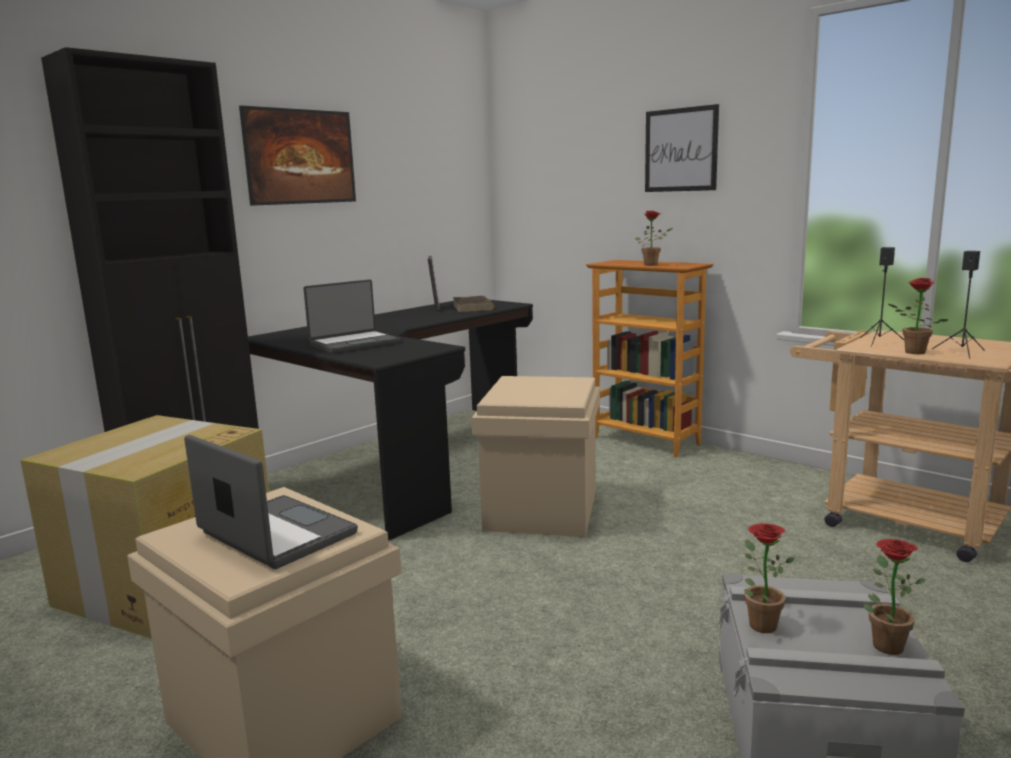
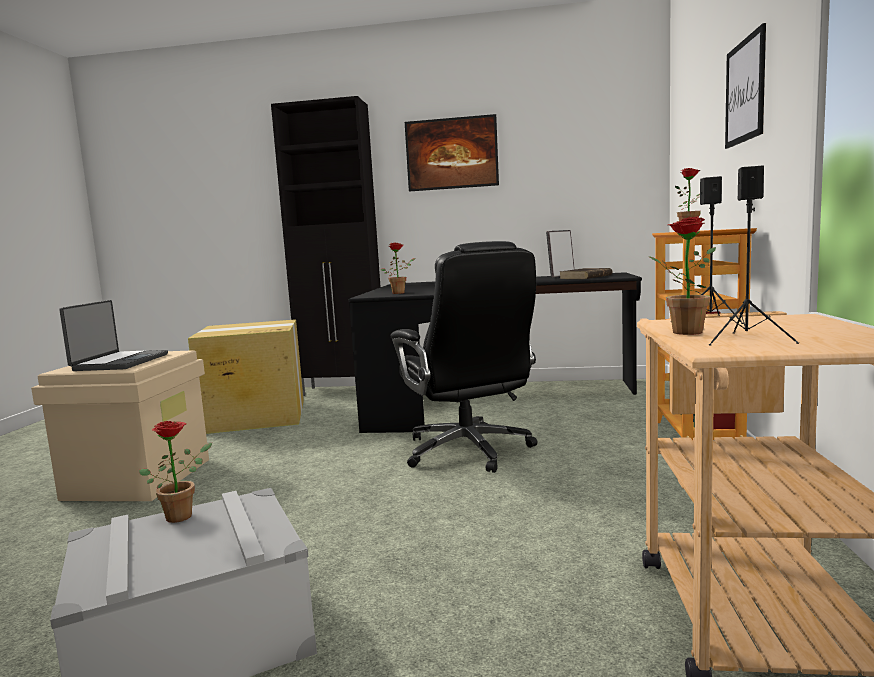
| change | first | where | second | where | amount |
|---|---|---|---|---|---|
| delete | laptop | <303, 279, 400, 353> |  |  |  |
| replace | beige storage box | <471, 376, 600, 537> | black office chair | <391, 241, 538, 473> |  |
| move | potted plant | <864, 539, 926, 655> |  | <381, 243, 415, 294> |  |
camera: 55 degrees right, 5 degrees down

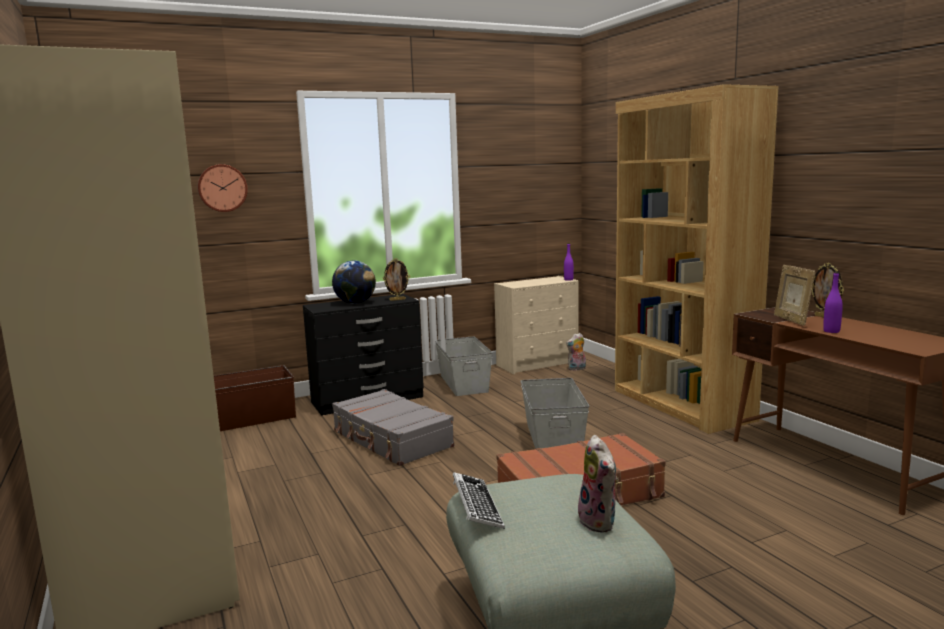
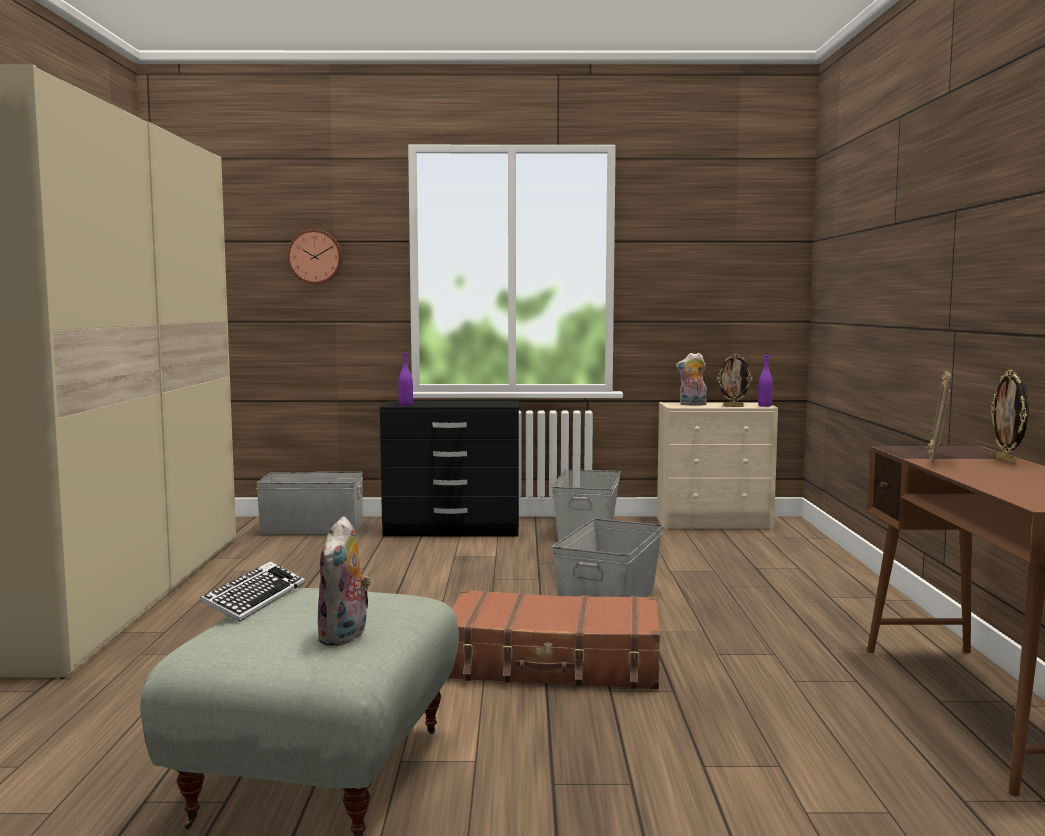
| change | first | where | second | where | amount |
|---|---|---|---|---|---|
| recolor | brown storage box | <214, 365, 296, 431> | grey storage box | <256, 472, 363, 534> |  |
| delete | globe | <332, 261, 376, 304> |  |  |  |
| delete | grey suitcase | <332, 389, 454, 466> |  |  |  |
| move | picture frame | <383, 258, 410, 301> |  | <717, 354, 752, 407> |  |
| move | plush toy | <566, 333, 586, 371> |  | <676, 353, 707, 405> |  |
| delete | brown bookcase | <615, 84, 779, 434> |  |  |  |
| move | purple bottle | <823, 272, 843, 333> |  | <398, 350, 413, 406> |  |
camera: 25 degrees right, 5 degrees down

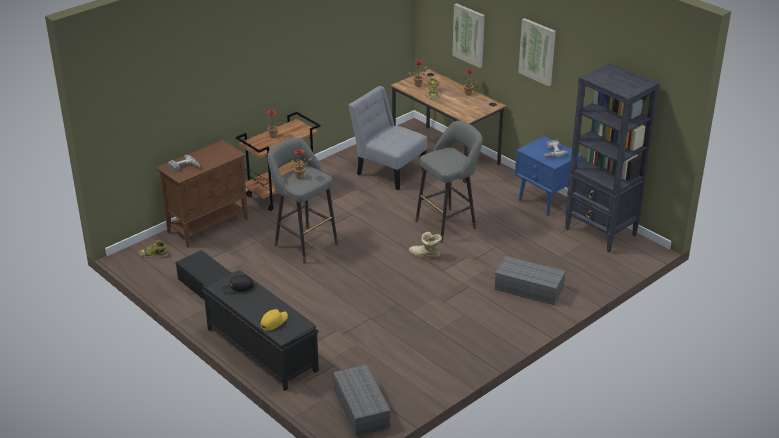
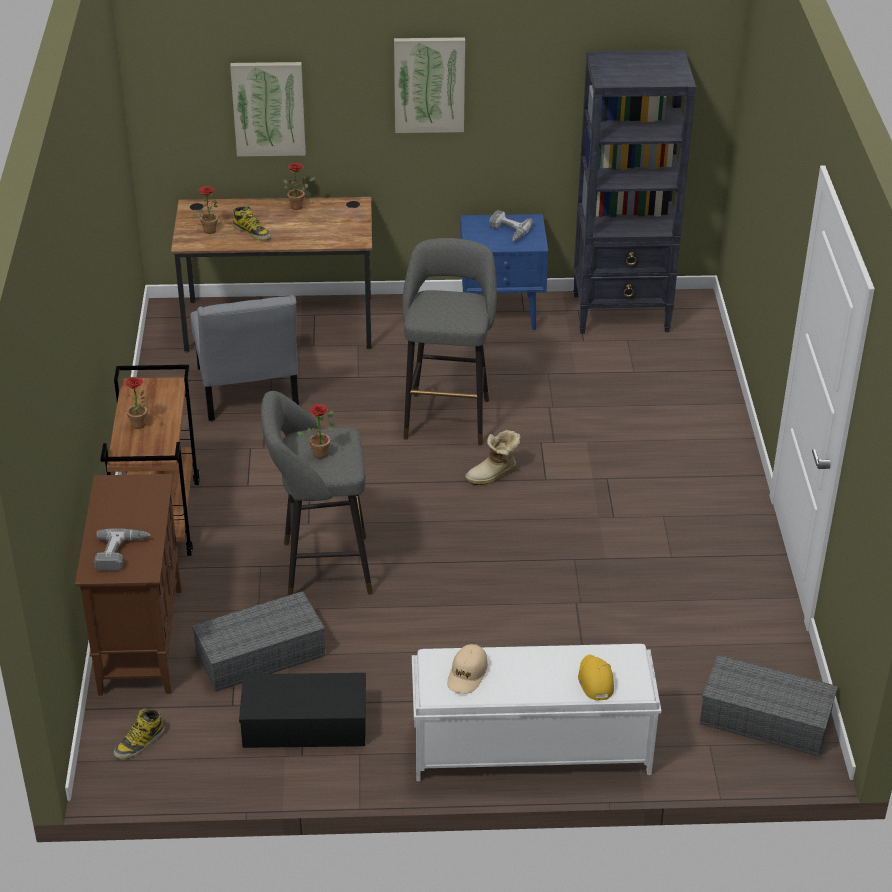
| change | first | where | second | where | amount |
|---|---|---|---|---|---|
| recolor | black bench | <202, 270, 319, 391> | white bench | <412, 644, 661, 781> |  |
| recolor | black cap | <222, 275, 254, 295> | beige cap | <447, 644, 488, 694> |  |
| rotate | grey chair | <348, 86, 427, 190> |  | <190, 295, 299, 421> | 90 degrees counterclockwise |
| move | grey storage box | <495, 256, 566, 305> |  | <192, 591, 325, 692> |  |
camera: 50 degrees left, 5 degrees up

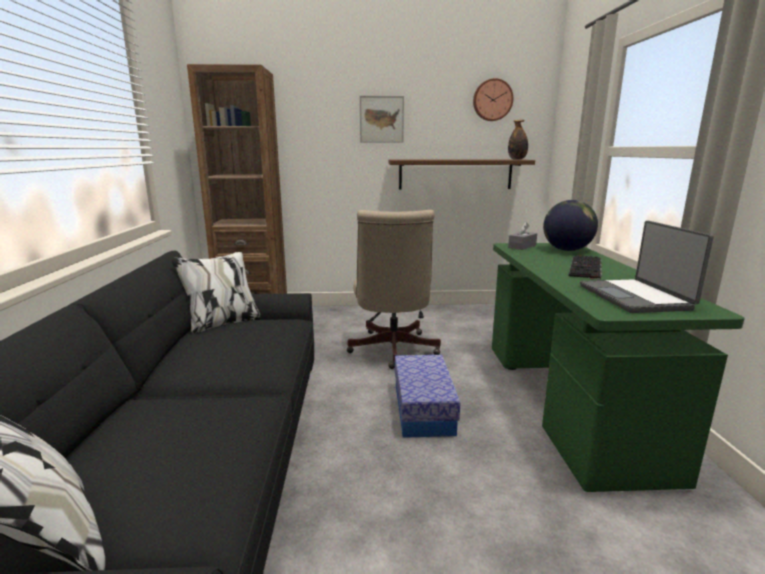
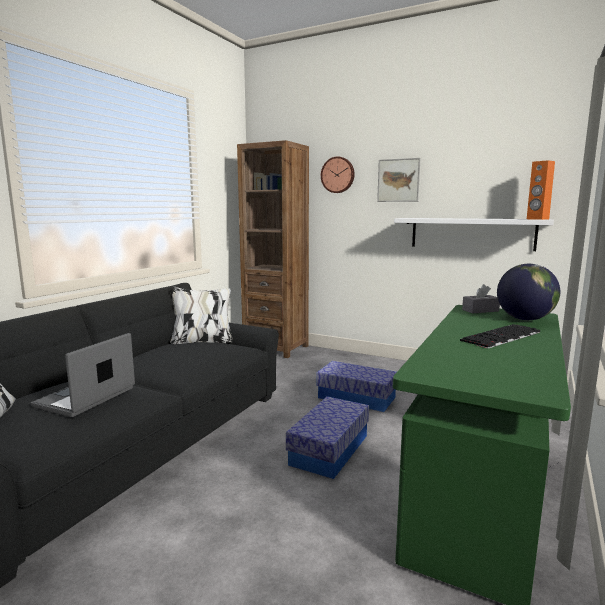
| change | first | where | second | where | amount |
|---|---|---|---|---|---|
| replace | beige office chair | <347, 210, 441, 369> | storage box | <316, 361, 397, 412> |  |
| recolor | brown shelf | <388, 159, 535, 189> | white shelf | <394, 218, 554, 251> |  |
| move | wall clock | <473, 78, 513, 121> |  | <321, 157, 355, 193> |  |
| replace | bottle | <508, 120, 528, 160> | orange speaker | <527, 160, 555, 220> |  |
| move | laptop | <580, 221, 714, 313> |  | <31, 333, 135, 417> |  |
camera: 30 degrees right, 5 degrees down

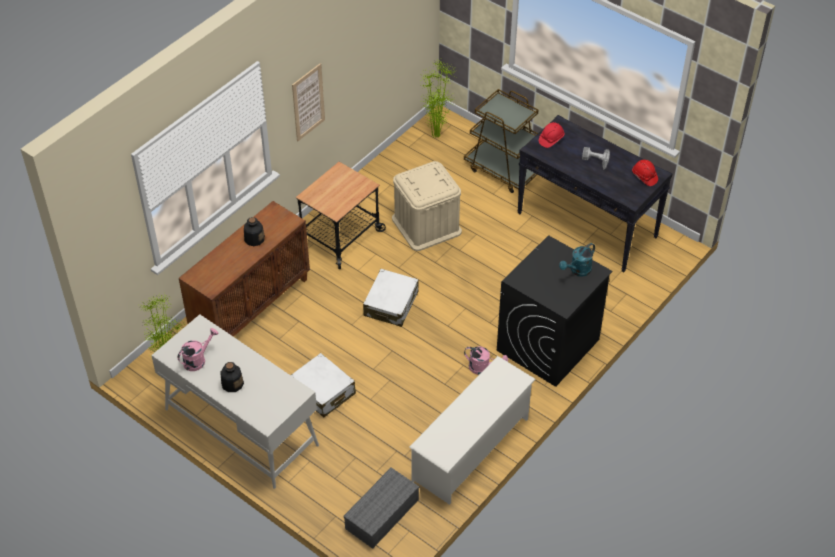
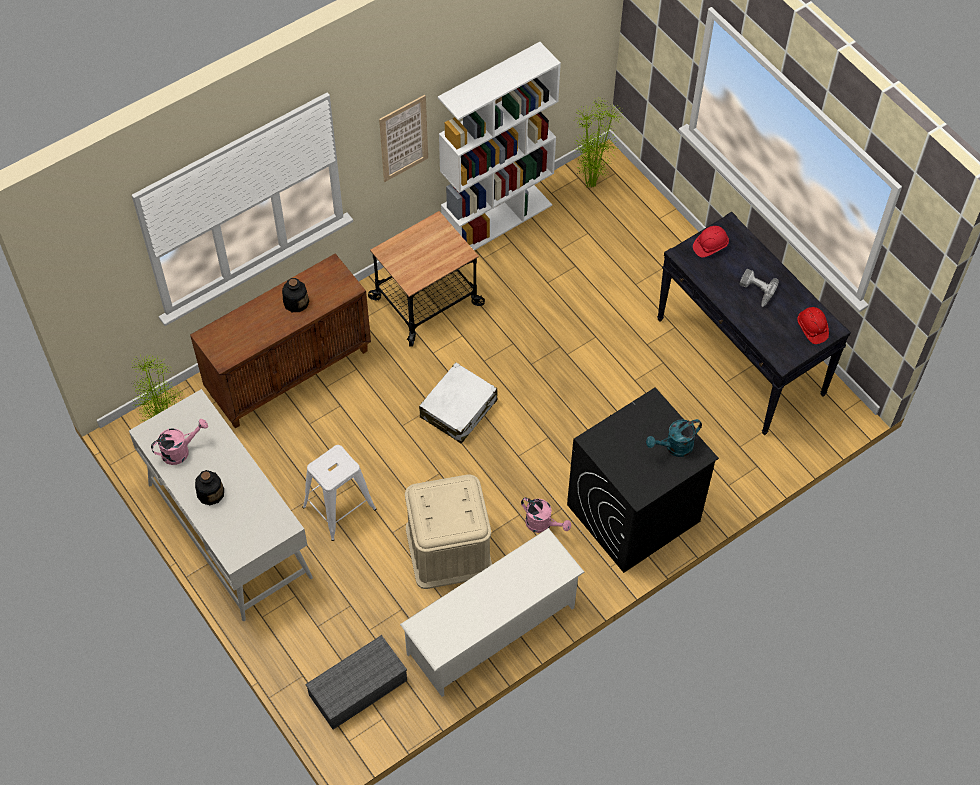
| change | first | where | second | where | amount |
|---|---|---|---|---|---|
| replace | white suitcase | <291, 353, 356, 417> | white stool | <302, 445, 376, 541> |  |
| move | beige storage box | <392, 161, 462, 251> |  | <405, 474, 492, 589> |  |
| delete | brown cart | <464, 89, 538, 193> |  |  |  |
| insert |  |  | white bookcase | <438, 42, 561, 250> |  |
camera: 15 degrees right, 10 degrees up

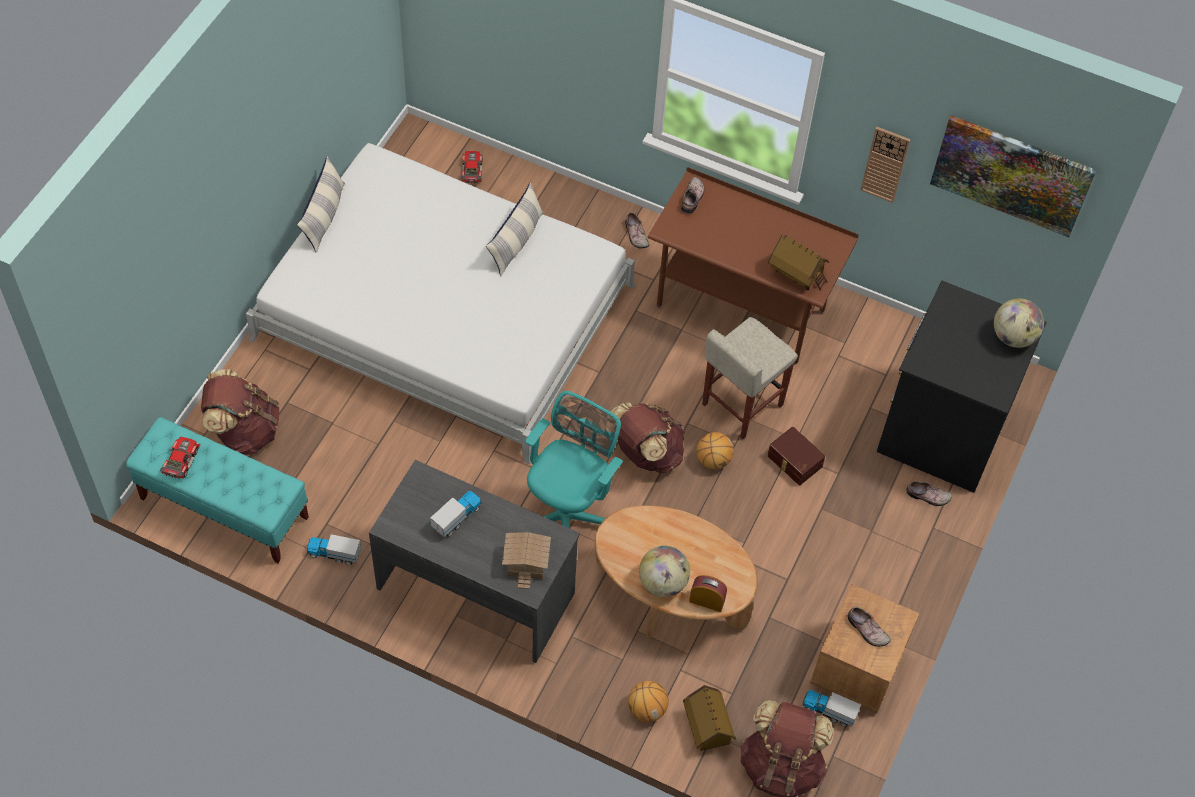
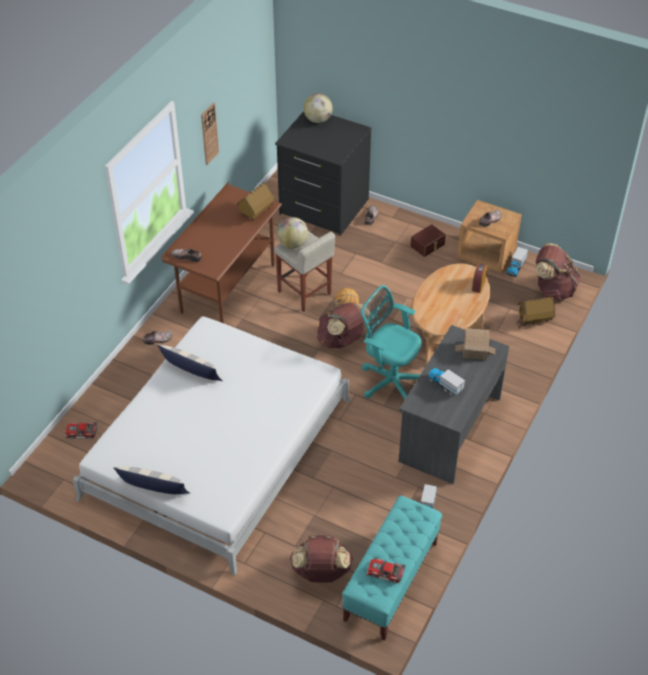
| change | first | where | second | where | amount |
|---|---|---|---|---|---|
| delete | basketball | <628, 681, 669, 722> |  |  |  |
| move | globe | <639, 546, 690, 597> |  | <277, 217, 308, 248> |  |
| move | brown storage box | <767, 427, 825, 485> |  | <411, 224, 446, 257> |  |
| delete | picture | <930, 115, 1096, 237> |  |  |  |
camera: 85 degrees left, 10 degrees down

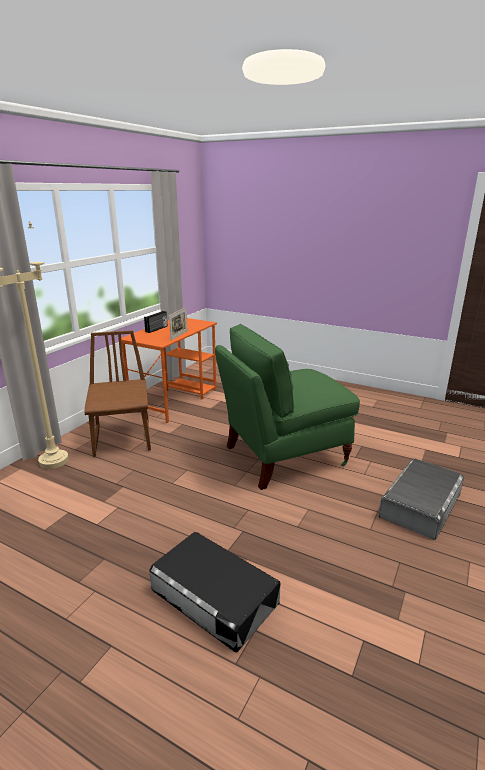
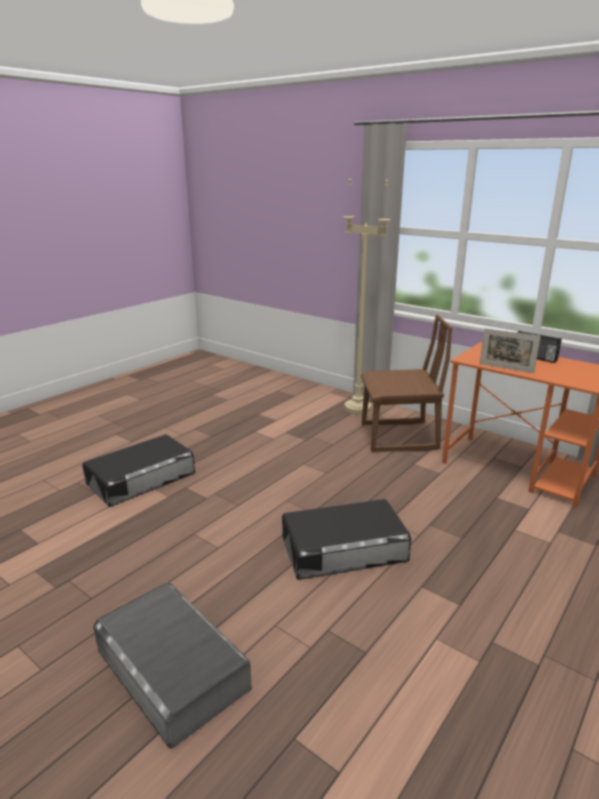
| change | first | where | second | where | amount |
|---|---|---|---|---|---|
| replace | green chair | <215, 324, 360, 490> | black storage box | <282, 499, 411, 580> |  |
camera: 100 degrees right, 0 degrees up

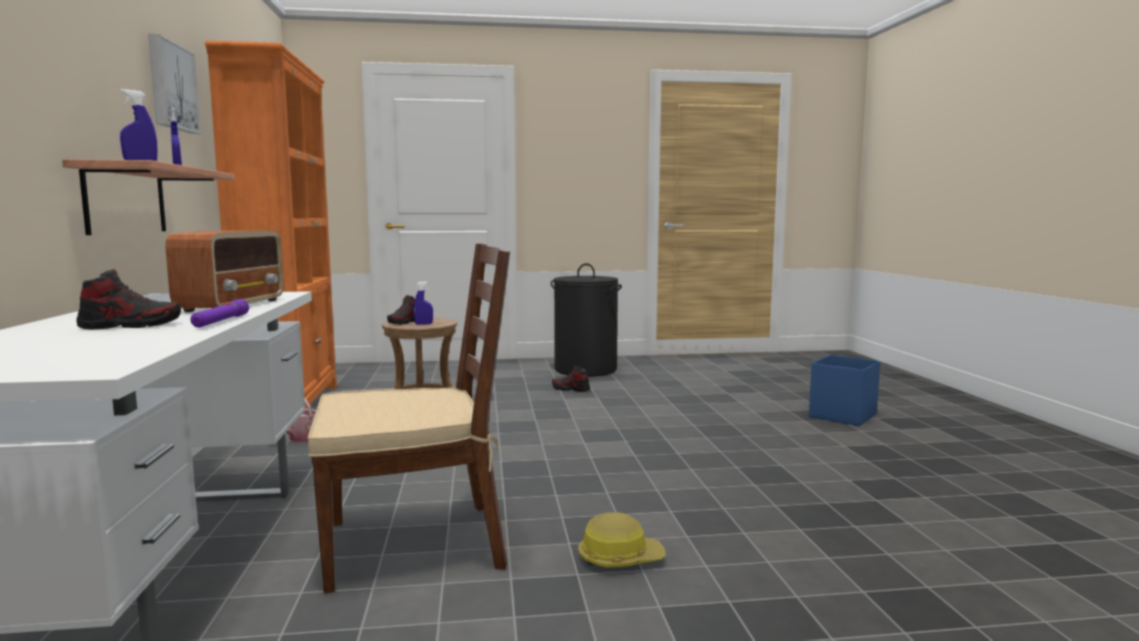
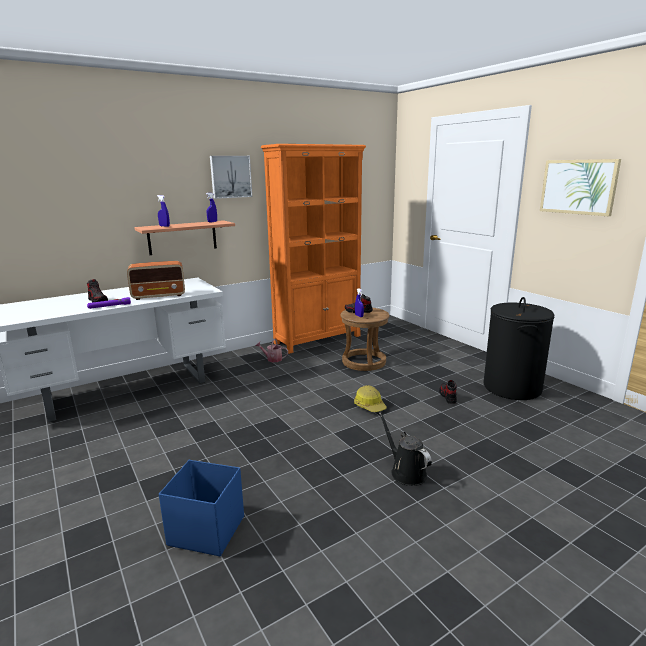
| change | first | where | second | where | amount |
|---|---|---|---|---|---|
| delete | brown chair | <308, 243, 510, 593> |  |  |  |
| move | hard hat | <578, 512, 665, 567> |  | <354, 385, 387, 412> |  |
| move | blue storage box | <809, 355, 880, 426> |  | <159, 460, 244, 556> |  |
| insert |  |  | black watering can | <379, 412, 432, 486> |  |
| insert |  |  | picture | <540, 159, 621, 216> |  |
camera: 65 degrees right, 10 degrees up

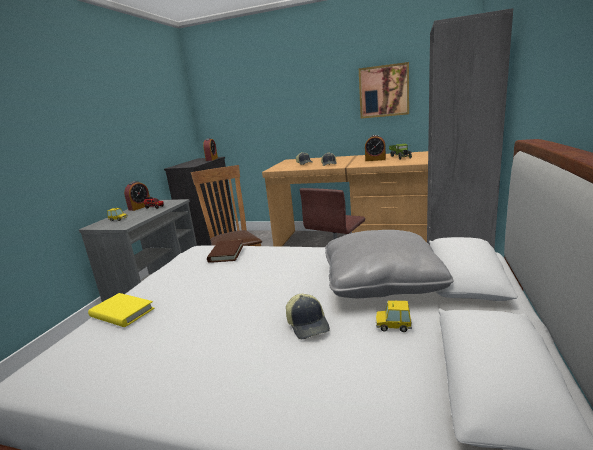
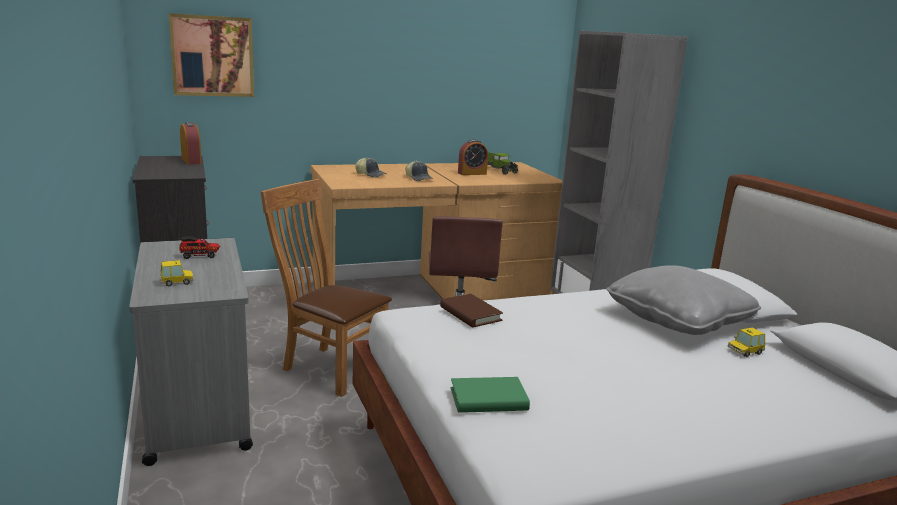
| change | first | where | second | where | amount |
|---|---|---|---|---|---|
| recolor | yellow book | <88, 293, 154, 327> | green book | <451, 377, 530, 413> |  |
| delete | alarm clock | <124, 181, 150, 211> |  |  |  |
| delete | cap | <286, 294, 330, 339> |  |  |  |
| move | picture | <359, 62, 409, 119> |  | <169, 13, 254, 97> |  |
camera: 40 degrees left, 0 degrees up

